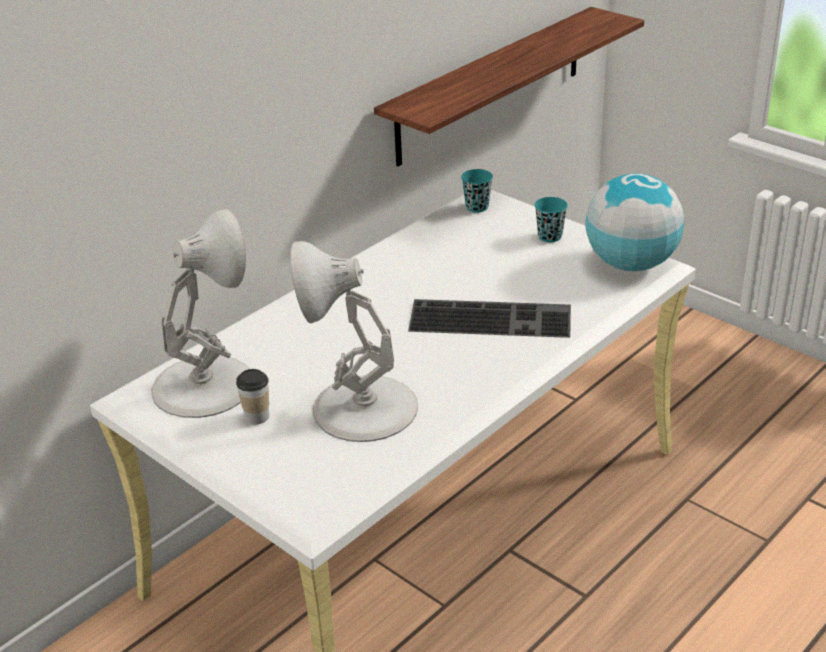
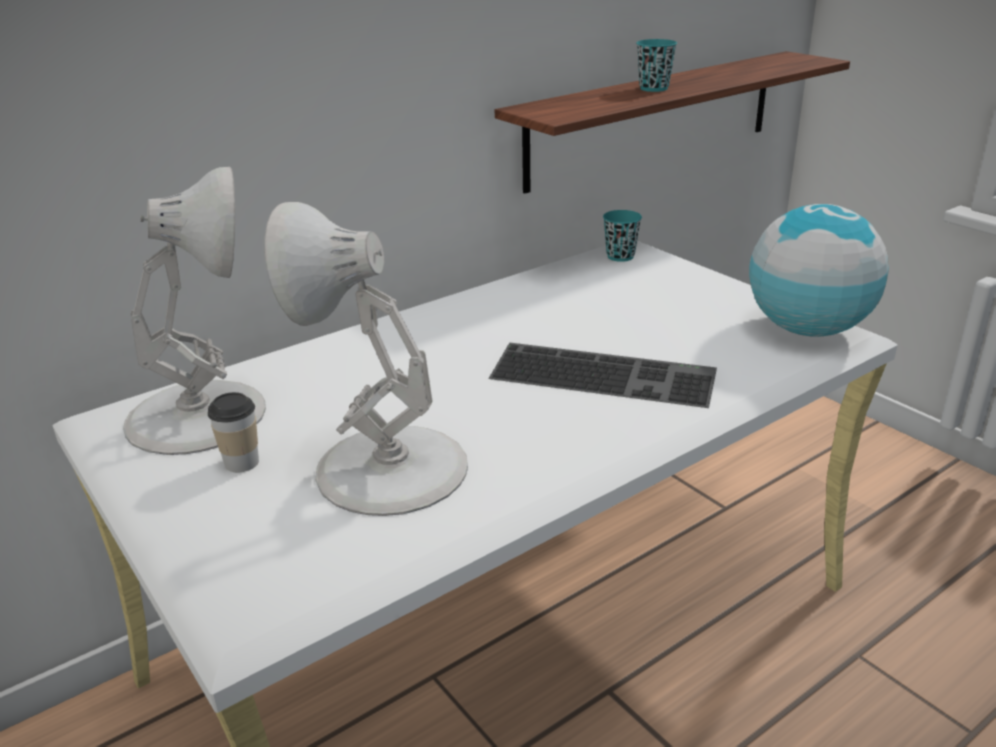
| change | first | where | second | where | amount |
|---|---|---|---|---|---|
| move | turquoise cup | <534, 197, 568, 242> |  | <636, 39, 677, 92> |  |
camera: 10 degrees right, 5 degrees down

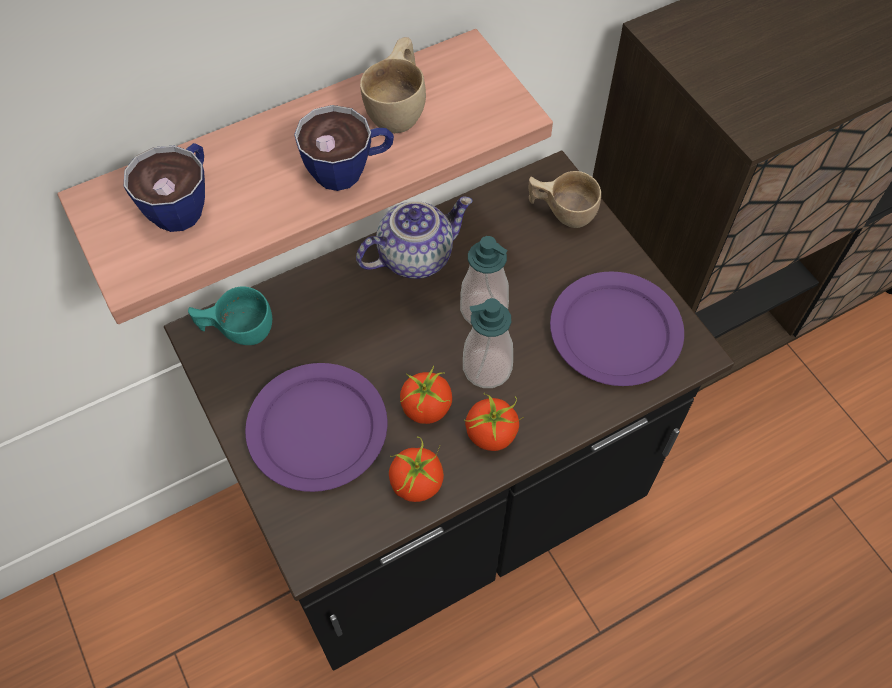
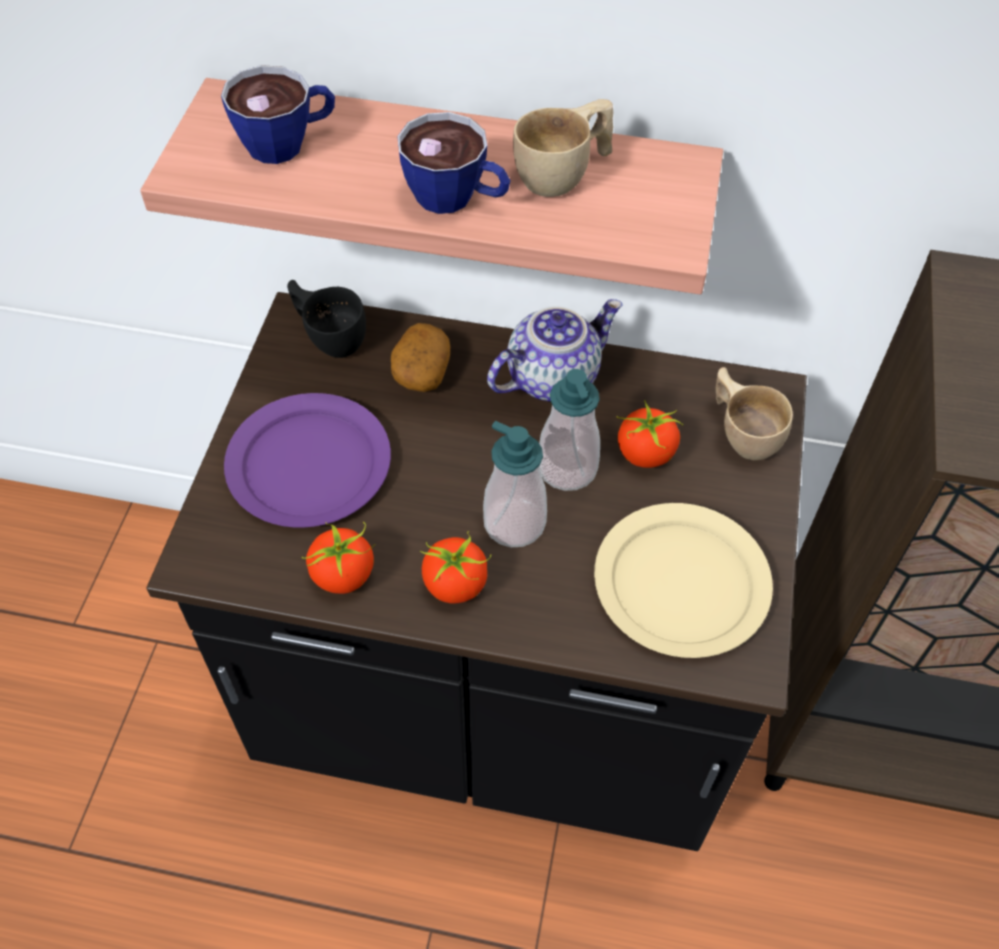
| change | first | where | second | where | amount |
|---|---|---|---|---|---|
| recolor | turquoise cup | <188, 286, 272, 345> | black cup | <287, 280, 366, 358> |  |
| rotate | teapot | <356, 197, 473, 279> |  | <487, 299, 623, 402> | 45 degrees counterclockwise |
| move | tomato | <400, 366, 452, 424> |  | <616, 400, 683, 468> |  |
| recolor | purple plate | <550, 272, 684, 386> | beige plate | <594, 503, 773, 658> |  |
| insert |  |  | potato | <391, 323, 450, 392> |  |
camera: 40 degrees right, 5 degrees down

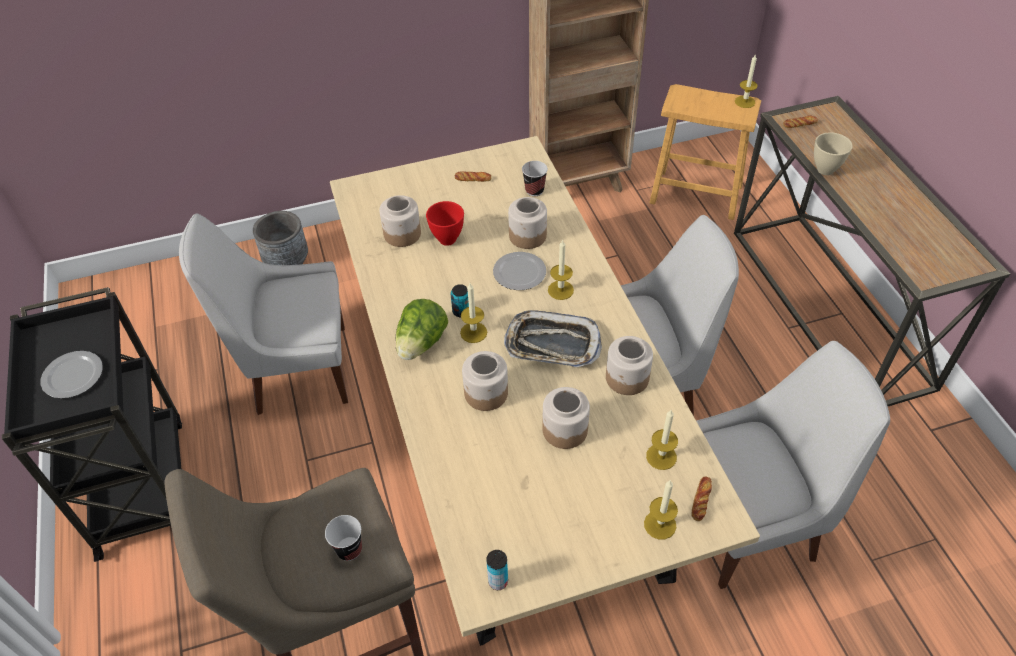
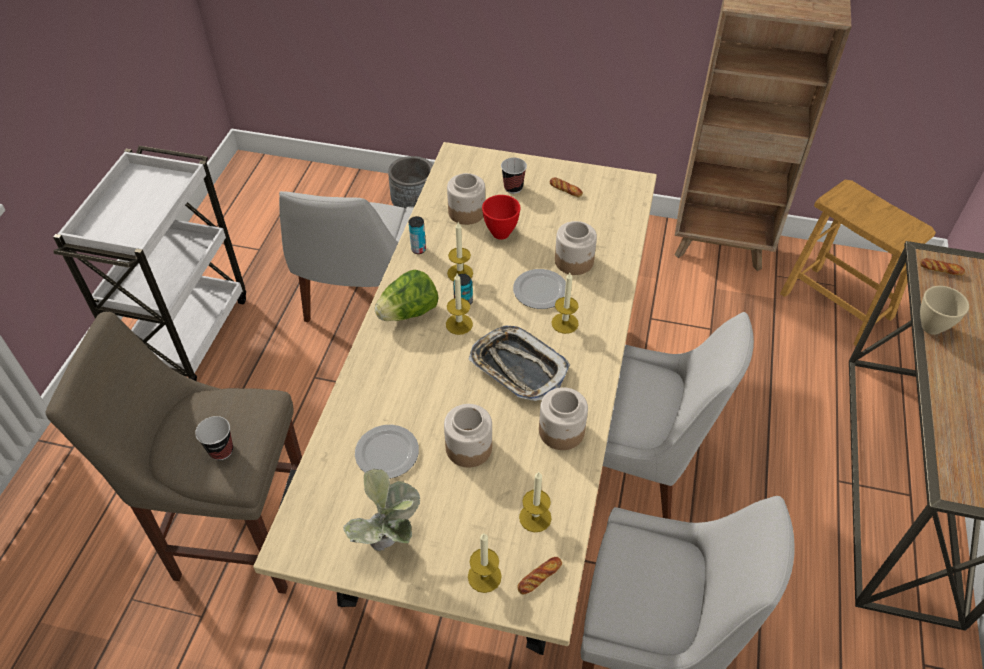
| change | first | where | second | where | amount |
|---|---|---|---|---|---|
| recolor | black cart | <2, 287, 182, 562> | white cart | <53, 146, 246, 381> |  |
| move | plate | <41, 351, 103, 399> |  | <355, 425, 419, 479> |  |
| rotate | white chair | <179, 213, 348, 415> |  | <279, 191, 414, 323> | 105 degrees counterclockwise |
| delete | jar | <462, 351, 508, 411> |  |  |  |
| move | can | <486, 550, 508, 590> |  | <409, 216, 426, 254> |  |
| move | cup | <522, 161, 548, 196> |  | <501, 158, 527, 194> |  |
| move | candle | <735, 55, 757, 108> |  | <447, 222, 473, 281> |  |
| insert |  |  | potted plant | <343, 468, 421, 552> |  |
camera: 30 degrees right, 0 degrees up

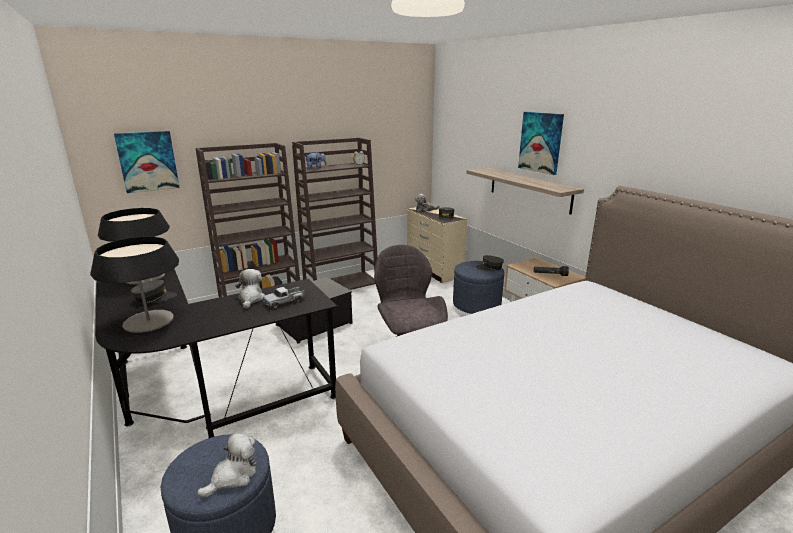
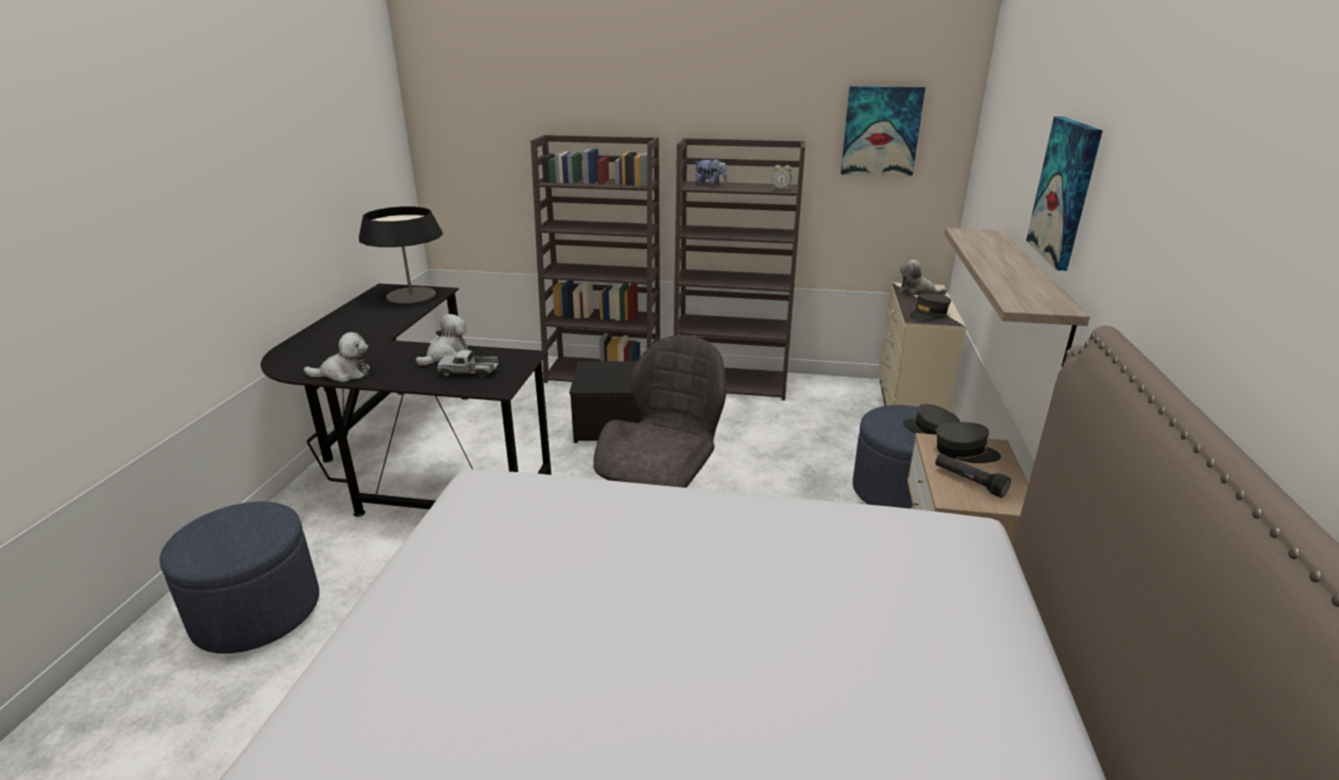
| change | first | where | second | where | amount |
|---|---|---|---|---|---|
| delete | table lamp | <90, 237, 179, 333> |  |  |  |
| move | picture | <114, 131, 180, 193> |  | <841, 86, 925, 176> |  |
| move | grey cap | <131, 280, 177, 304> |  | <936, 422, 1001, 463> |  |
| move | plush toy | <197, 432, 257, 497> |  | <304, 332, 370, 382> |  |
camera: 40 degrees right, 5 degrees up

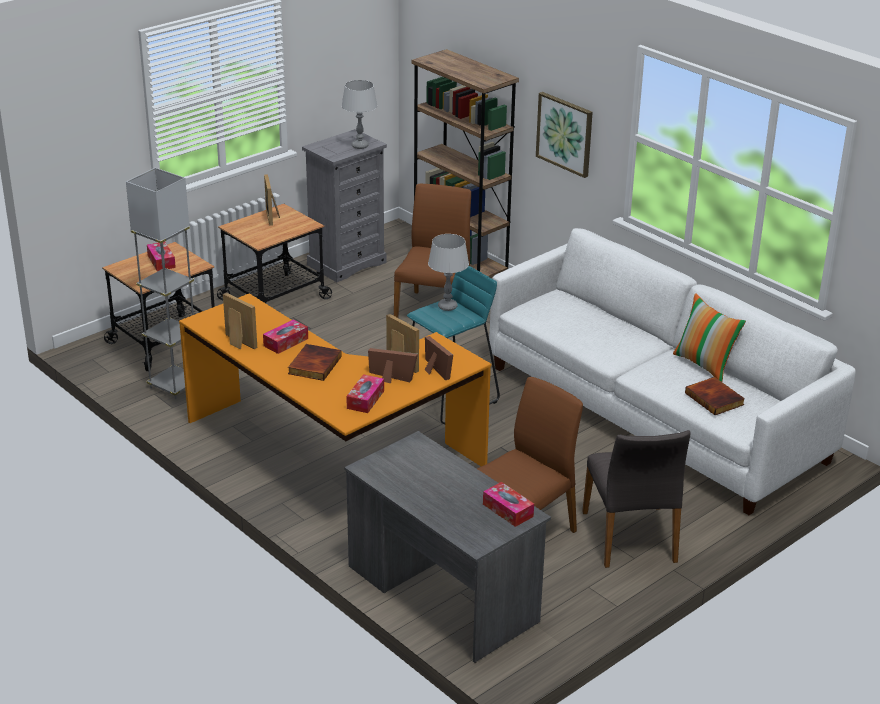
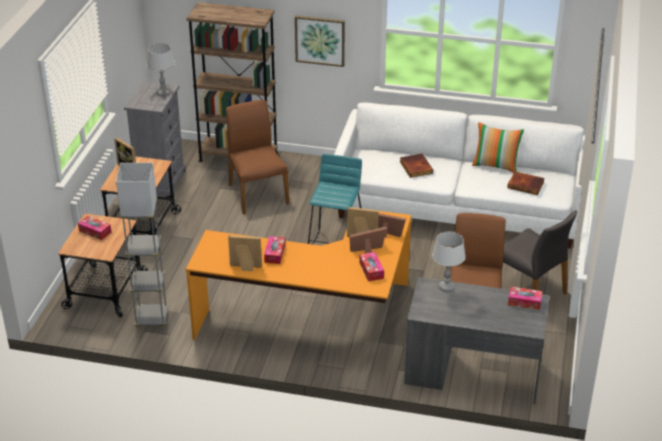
| change | first | where | second | where | amount |
|---|---|---|---|---|---|
| move | book | <288, 344, 342, 381> |  | <400, 154, 433, 178> |  |
| move | grey table lamp | <428, 234, 469, 311> |  | <432, 232, 466, 292> |  |
camera: 35 degrees left, 5 degrees up

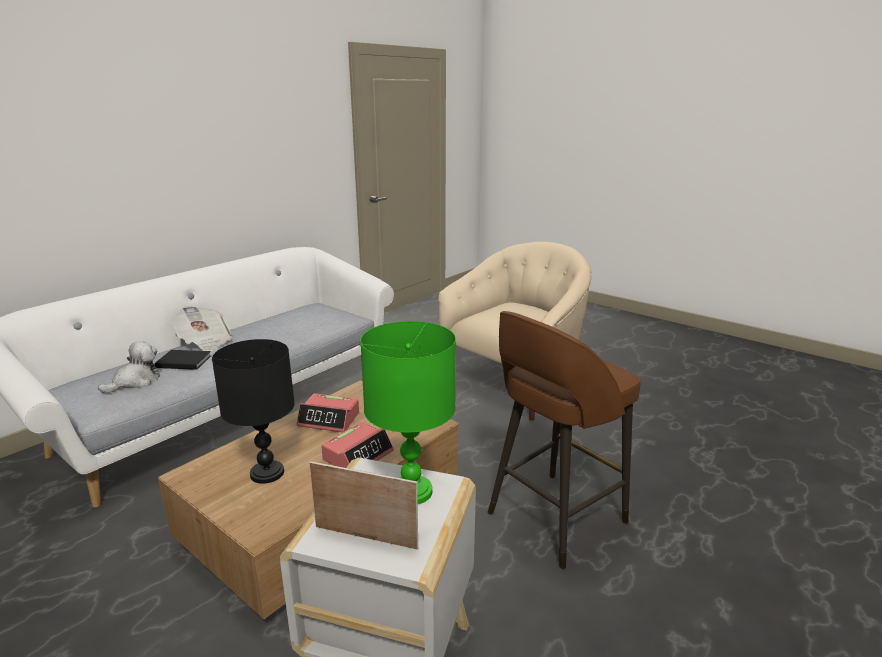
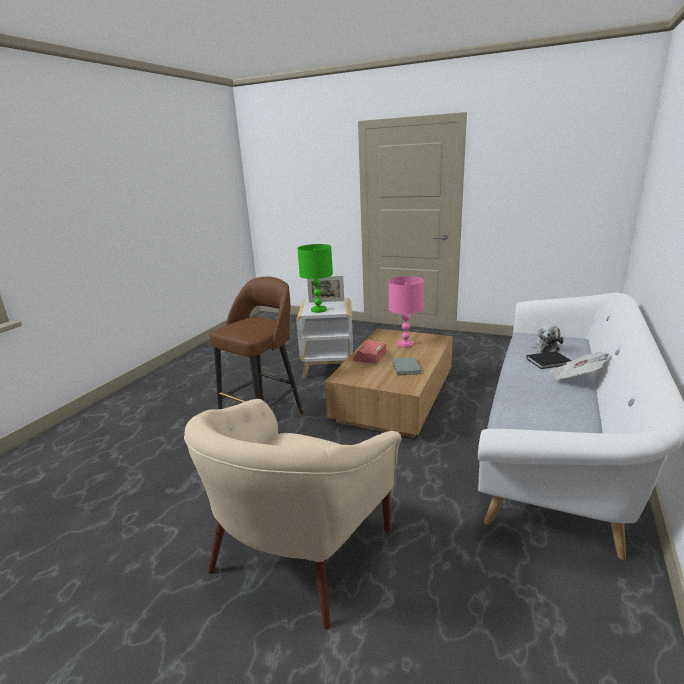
| change | first | where | second | where | amount |
|---|---|---|---|---|---|
| recolor | black table lamp | <212, 339, 295, 484> | pink table lamp | <389, 276, 424, 348> |  |
| replace | alarm clock | <296, 393, 359, 432> | grey book | <393, 357, 421, 375> |  |
camera: 165 degrees right, 0 degrees up

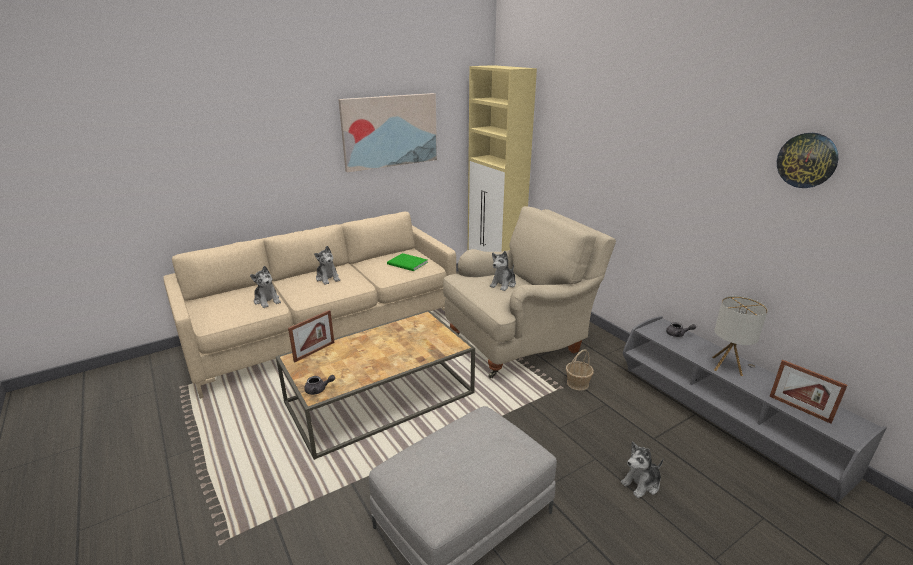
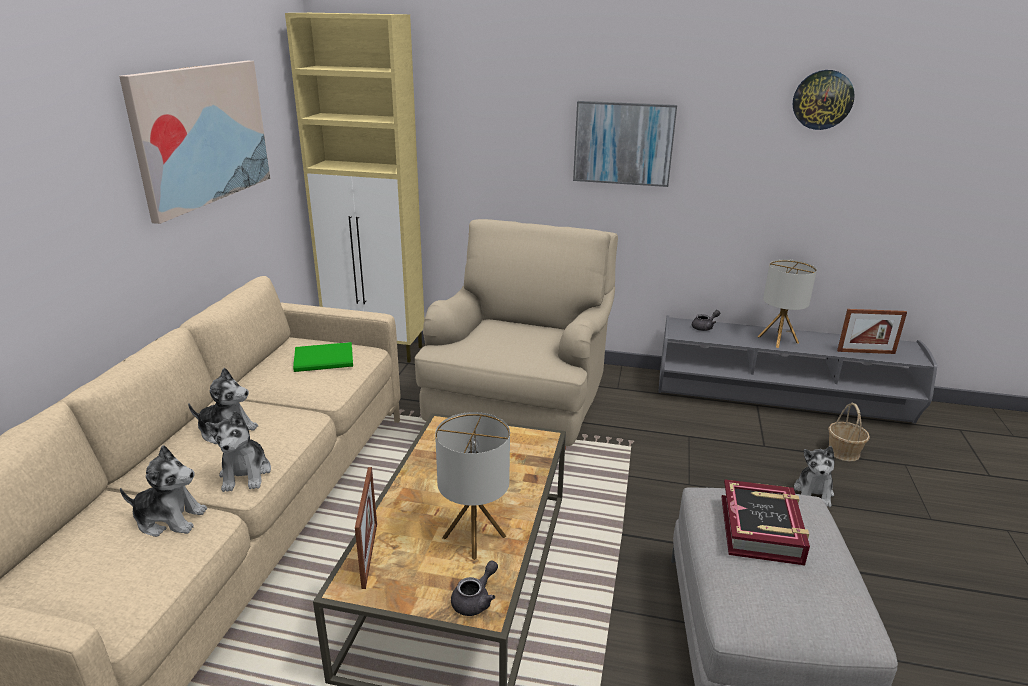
| change | first | where | second | where | amount |
|---|---|---|---|---|---|
| move | plush toy | <490, 251, 516, 291> |  | <205, 411, 271, 492> |  |
| move | basket | <566, 349, 594, 391> |  | <828, 403, 870, 461> |  |
| insert |  |  | table lamp | <435, 412, 510, 560> |  |
| insert |  |  | picture | <573, 101, 677, 187> |  |
| insert |  |  | book | <721, 480, 810, 566> |  |
camera: 45 degrees left, 0 degrees up

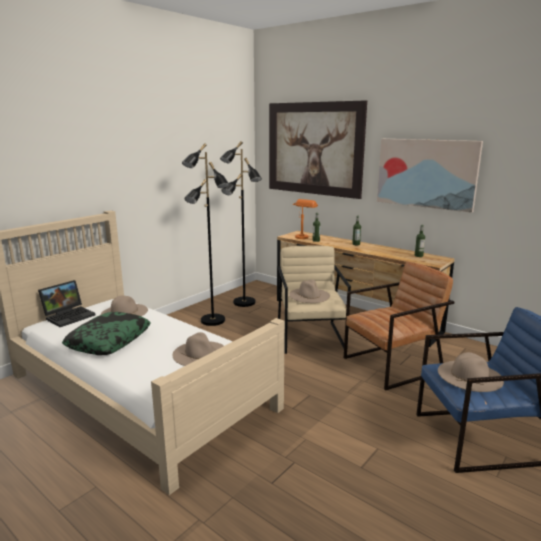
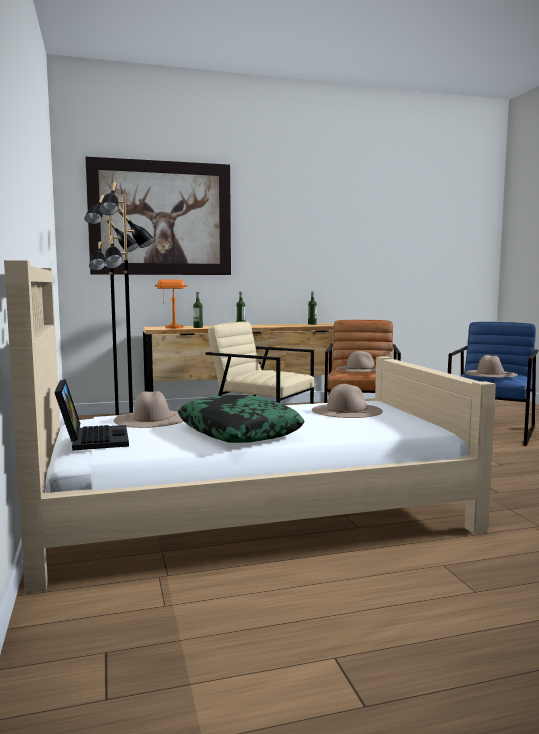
| change | first | where | second | where | amount |
|---|---|---|---|---|---|
| move | beige hat | <289, 280, 330, 303> |  | <337, 351, 376, 372> |  |
| delete | picture | <377, 139, 483, 213> |  |  |  |
camera: 55 degrees left, 10 degrees down

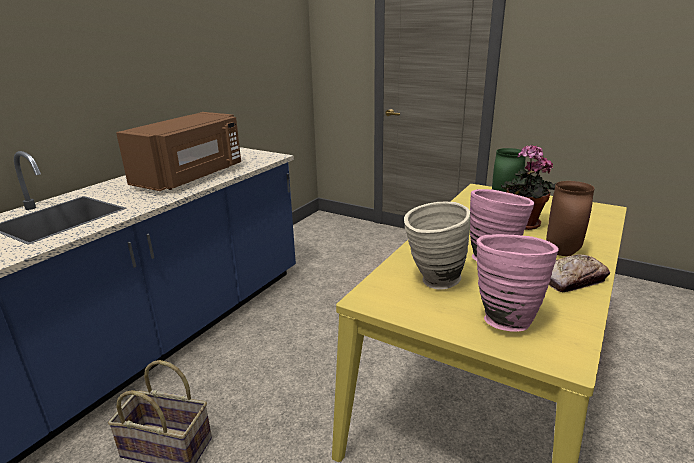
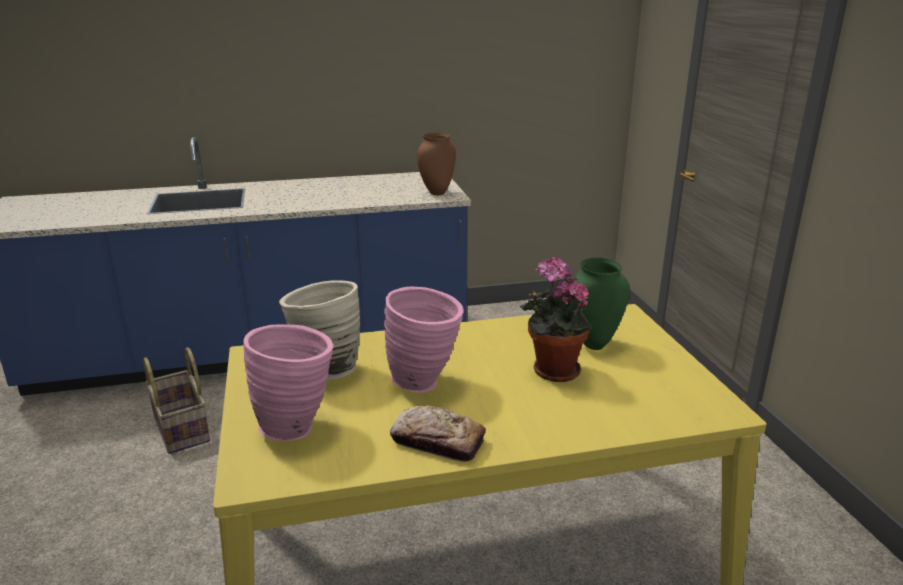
| change | first | where | second | where | amount |
|---|---|---|---|---|---|
| delete | brown microwave | <116, 112, 241, 191> |  |  |  |
| move | brown vase | <546, 181, 595, 256> |  | <417, 133, 456, 196> |  |
camera: 45 degrees right, 0 degrees up

